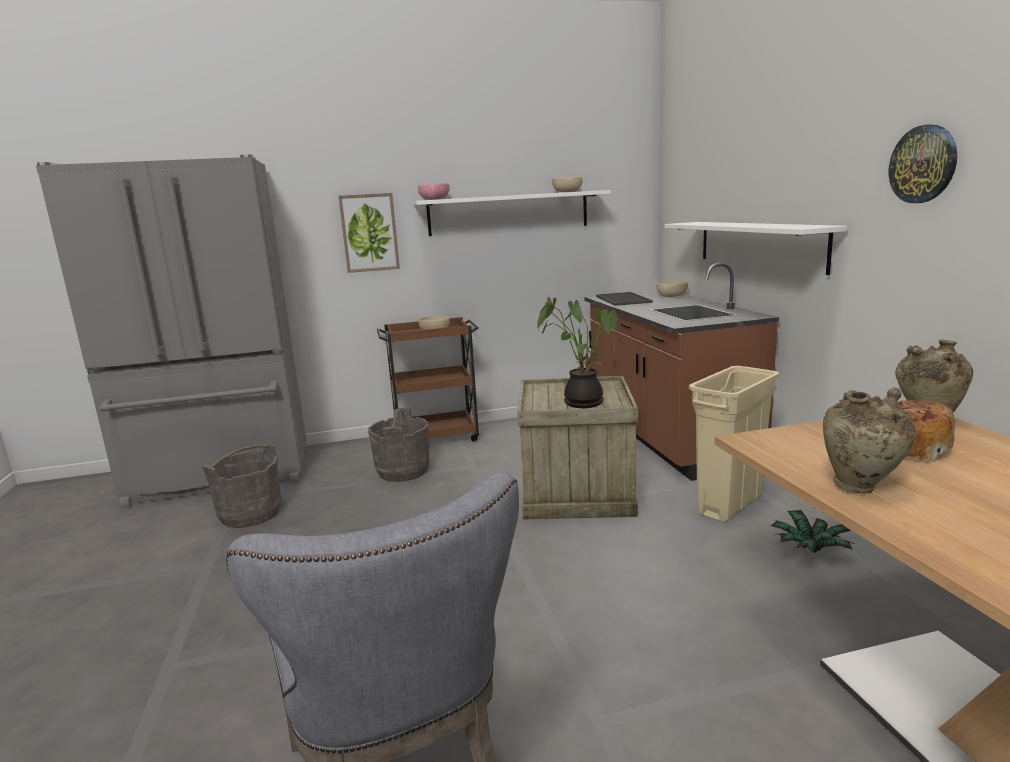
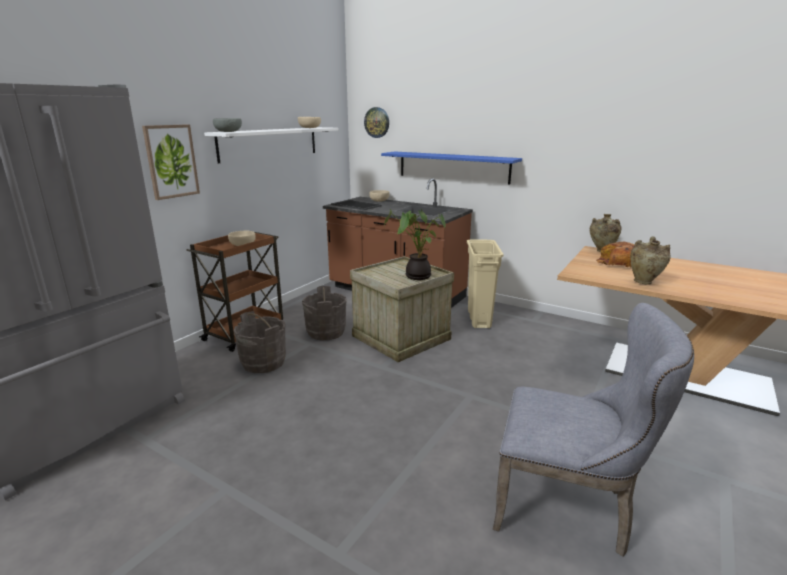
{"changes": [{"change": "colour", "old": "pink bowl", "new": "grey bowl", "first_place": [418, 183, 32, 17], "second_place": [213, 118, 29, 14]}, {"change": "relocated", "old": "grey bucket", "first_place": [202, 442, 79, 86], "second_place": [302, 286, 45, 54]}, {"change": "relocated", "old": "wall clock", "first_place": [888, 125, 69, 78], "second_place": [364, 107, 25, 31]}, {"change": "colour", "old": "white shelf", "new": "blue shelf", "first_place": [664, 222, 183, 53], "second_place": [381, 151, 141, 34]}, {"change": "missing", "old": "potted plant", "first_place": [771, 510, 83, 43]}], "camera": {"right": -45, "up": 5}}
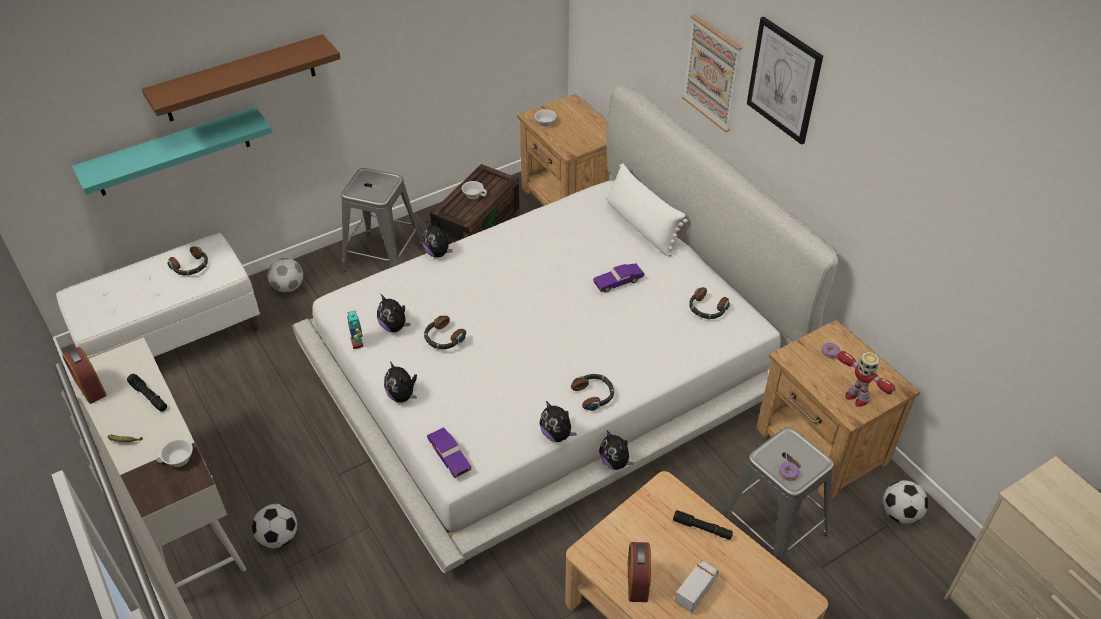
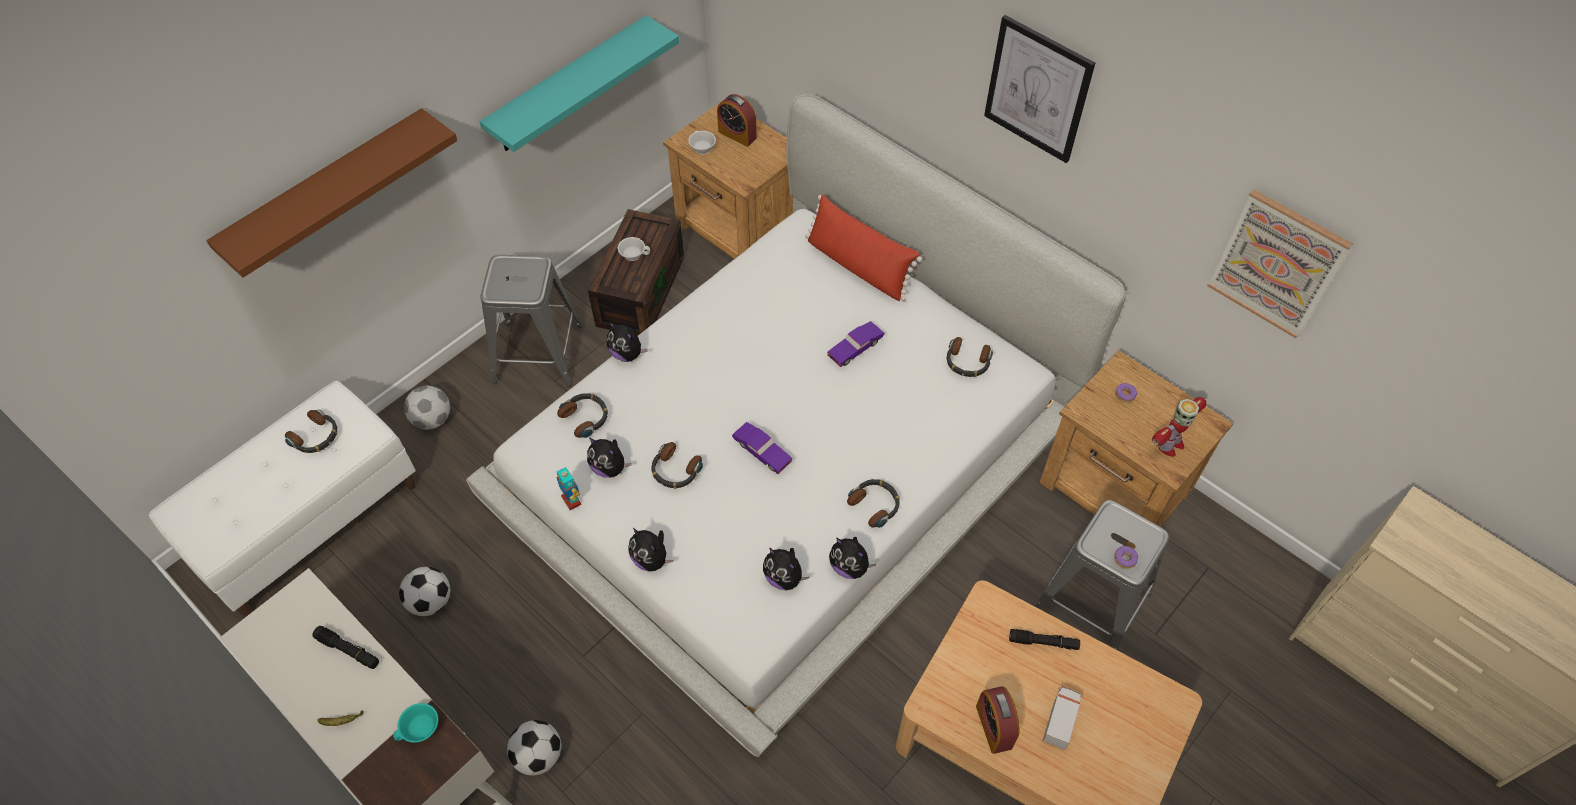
{"changes": [{"change": "colour", "old": "white cup", "new": "turquoise cup", "first_place": [156, 439, 37, 28], "second_place": [393, 703, 45, 40]}, {"change": "relocated", "old": "football", "first_place": [883, 480, 45, 44], "second_place": [399, 567, 51, 49]}, {"change": "relocated", "old": "turquoise shelf", "first_place": [72, 107, 200, 89], "second_place": [479, 15, 201, 137]}, {"change": "appeared", "new": "headphones", "second_place": [557, 393, 51, 45]}, {"change": "relocated", "old": "alarm clock", "first_place": [62, 347, 45, 57], "second_place": [717, 94, 40, 53]}, {"change": "relocated", "old": "purple toy car", "first_place": [427, 427, 44, 51], "second_place": [732, 422, 60, 52]}, {"change": "relocated", "old": "plush toy", "first_place": [599, 430, 35, 40], "second_place": [763, 548, 46, 42]}, {"change": "colour", "old": "white pillow", "new": "red pillow", "first_place": [606, 163, 82, 93], "second_place": [805, 194, 117, 107]}, {"change": "spun", "old": "toy robot", "first_place": [837, 351, 59, 56], "second_place": [1152, 397, 55, 60], "degrees": -75}, {"change": "relocated", "old": "picture", "first_place": [682, 14, 60, 118], "second_place": [1207, 189, 146, 149]}], "camera": {"right": -15, "up": 10}}
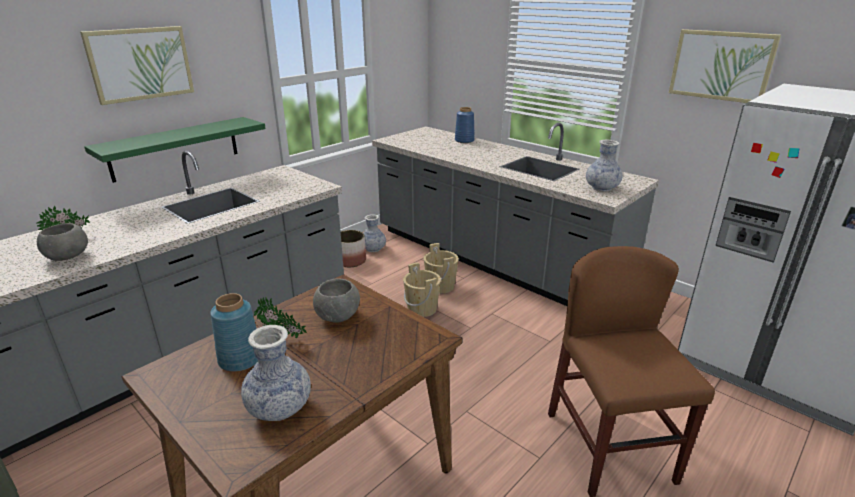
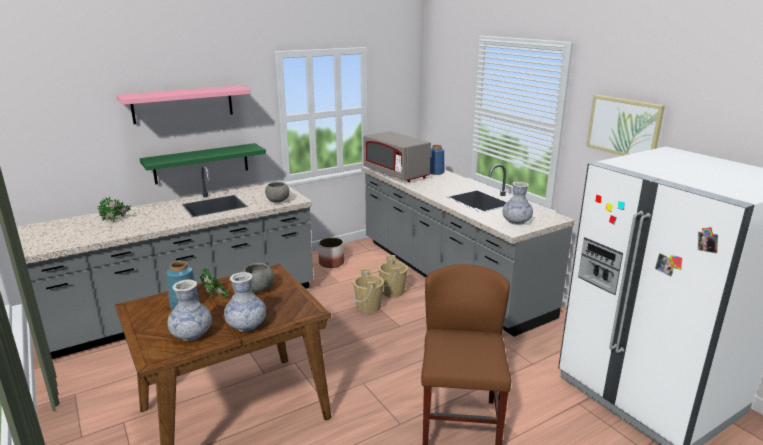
{"changes": [{"change": "exchanged", "old": "picture", "new": "pink shelf", "first_place": [80, 26, 114, 79], "second_place": [116, 85, 135, 39]}, {"change": "relocated", "old": "vase", "first_place": [364, 214, 22, 38], "second_place": [224, 272, 42, 60]}, {"change": "relocated", "old": "grey bowl", "first_place": [37, 223, 51, 38], "second_place": [265, 182, 25, 20]}, {"change": "appeared", "new": "grey microwave", "second_place": [363, 131, 68, 51]}], "camera": {"right": 15, "up": -5}}
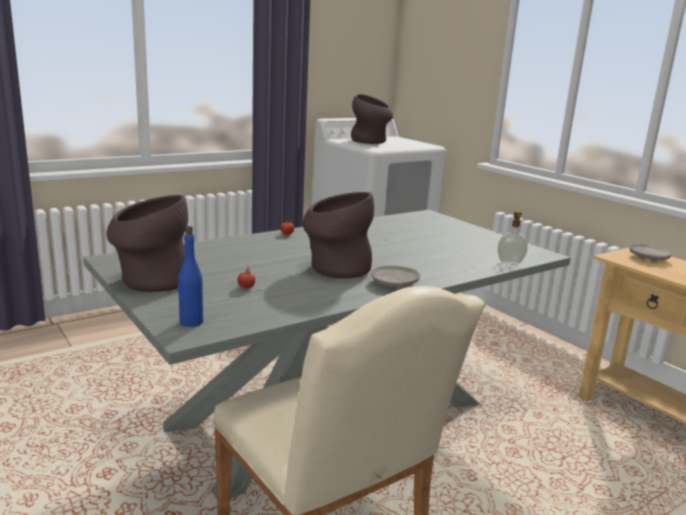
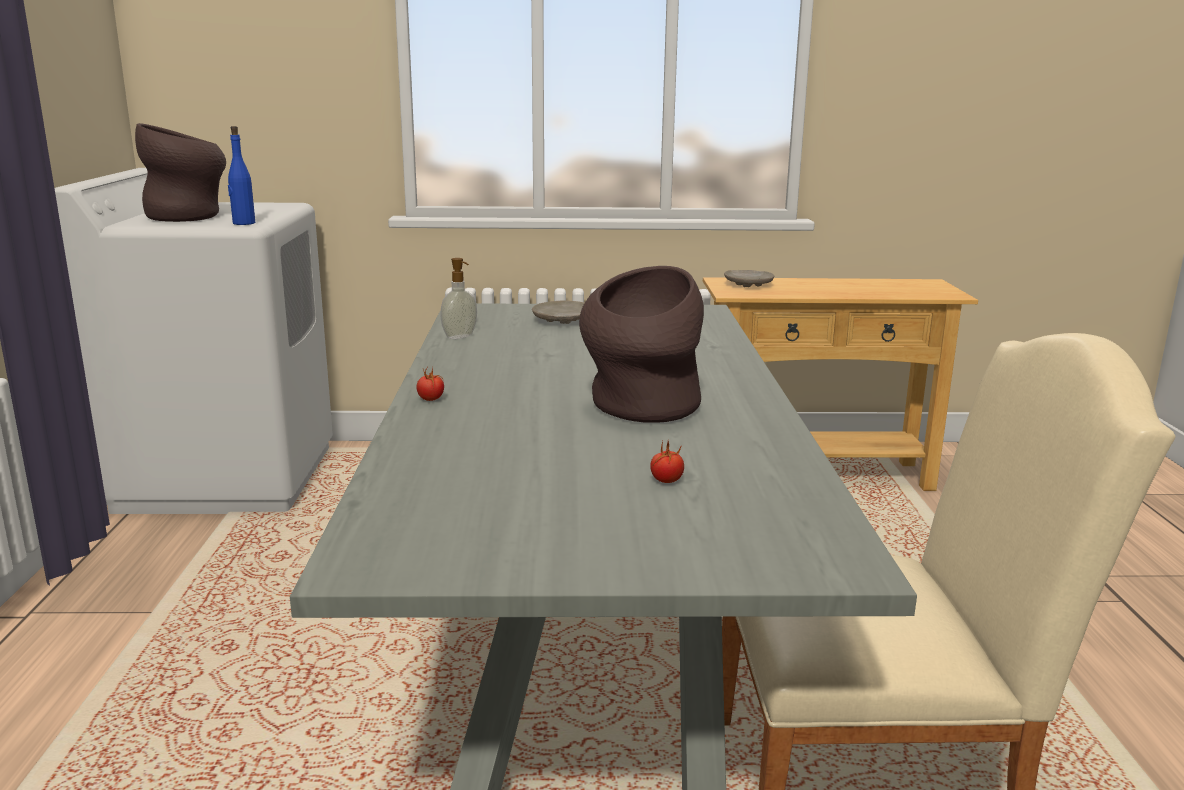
{"changes": [{"change": "relocated", "old": "blue bottle", "first_place": [177, 226, 26, 101], "second_place": [228, 126, 27, 99]}, {"change": "relocated", "old": "soap dispenser", "first_place": [498, 211, 30, 53], "second_place": [441, 258, 36, 81]}, {"change": "relocated", "old": "beige plate", "first_place": [371, 265, 49, 22], "second_place": [532, 300, 52, 24]}, {"change": "missing", "old": "brown vase", "first_place": [107, 195, 81, 97]}], "camera": {"right": -55, "up": 0}}
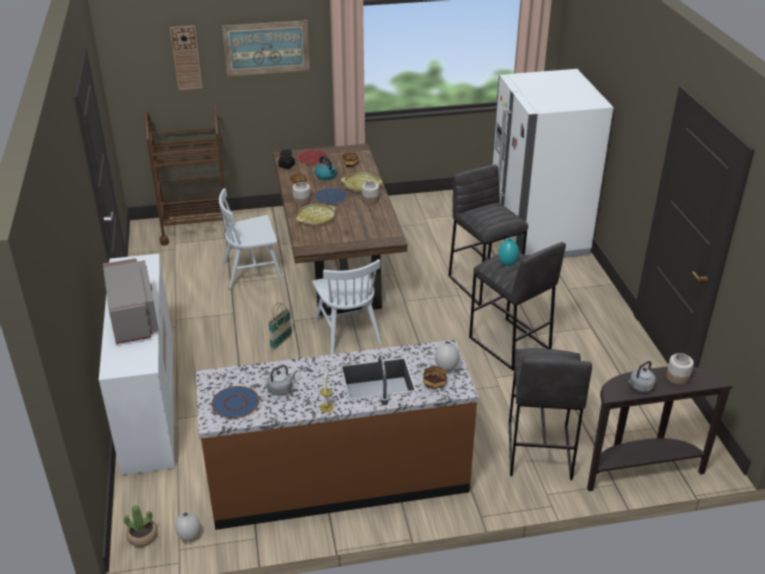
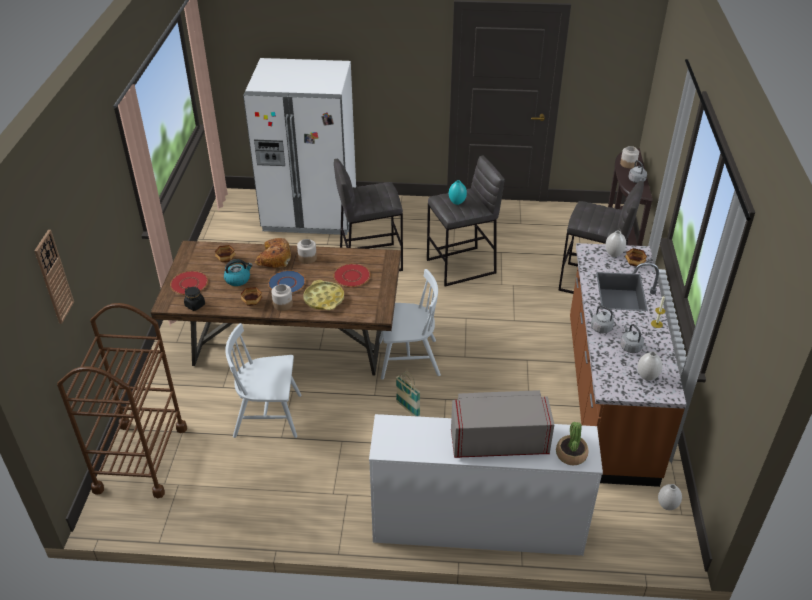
{"changes": [{"change": "spun", "old": "white chair", "first_place": [219, 188, 64, 101], "second_place": [225, 323, 77, 115], "degrees": 90}, {"change": "exchanged", "old": "yellow tray", "new": "bread", "first_place": [341, 172, 41, 20], "second_place": [255, 238, 36, 30]}, {"change": "appeared", "new": "red plate", "second_place": [334, 264, 37, 23]}, {"change": "relocated", "old": "potted plant", "first_place": [124, 505, 34, 42], "second_place": [556, 422, 33, 44]}, {"change": "appeared", "new": "grey kettle", "second_place": [589, 306, 25, 27]}, {"change": "exchanged", "old": "blue plate", "new": "white vase", "first_place": [211, 386, 48, 33], "second_place": [637, 352, 25, 29]}, {"change": "missing", "old": "picture", "first_place": [222, 20, 88, 57]}], "camera": {"right": -75, "up": 5}}
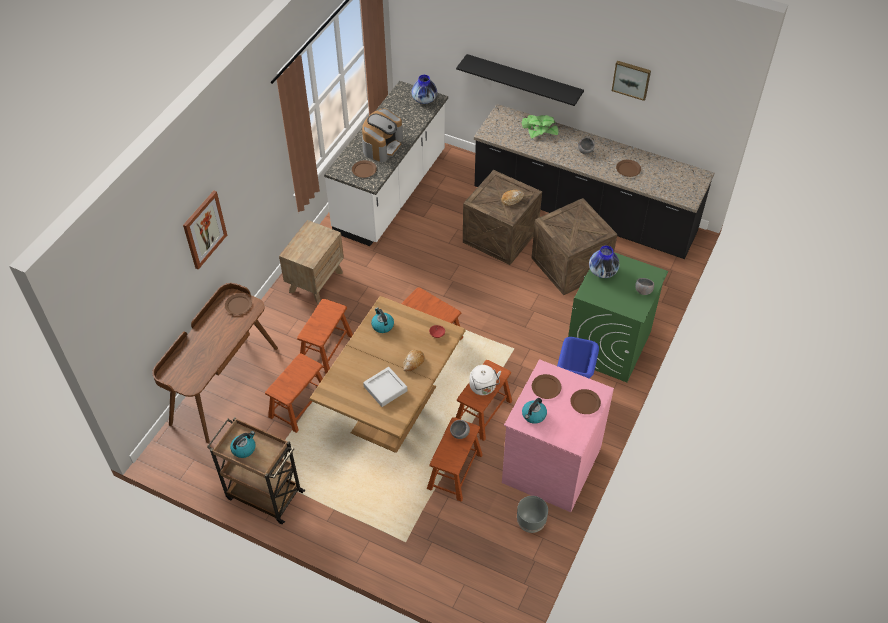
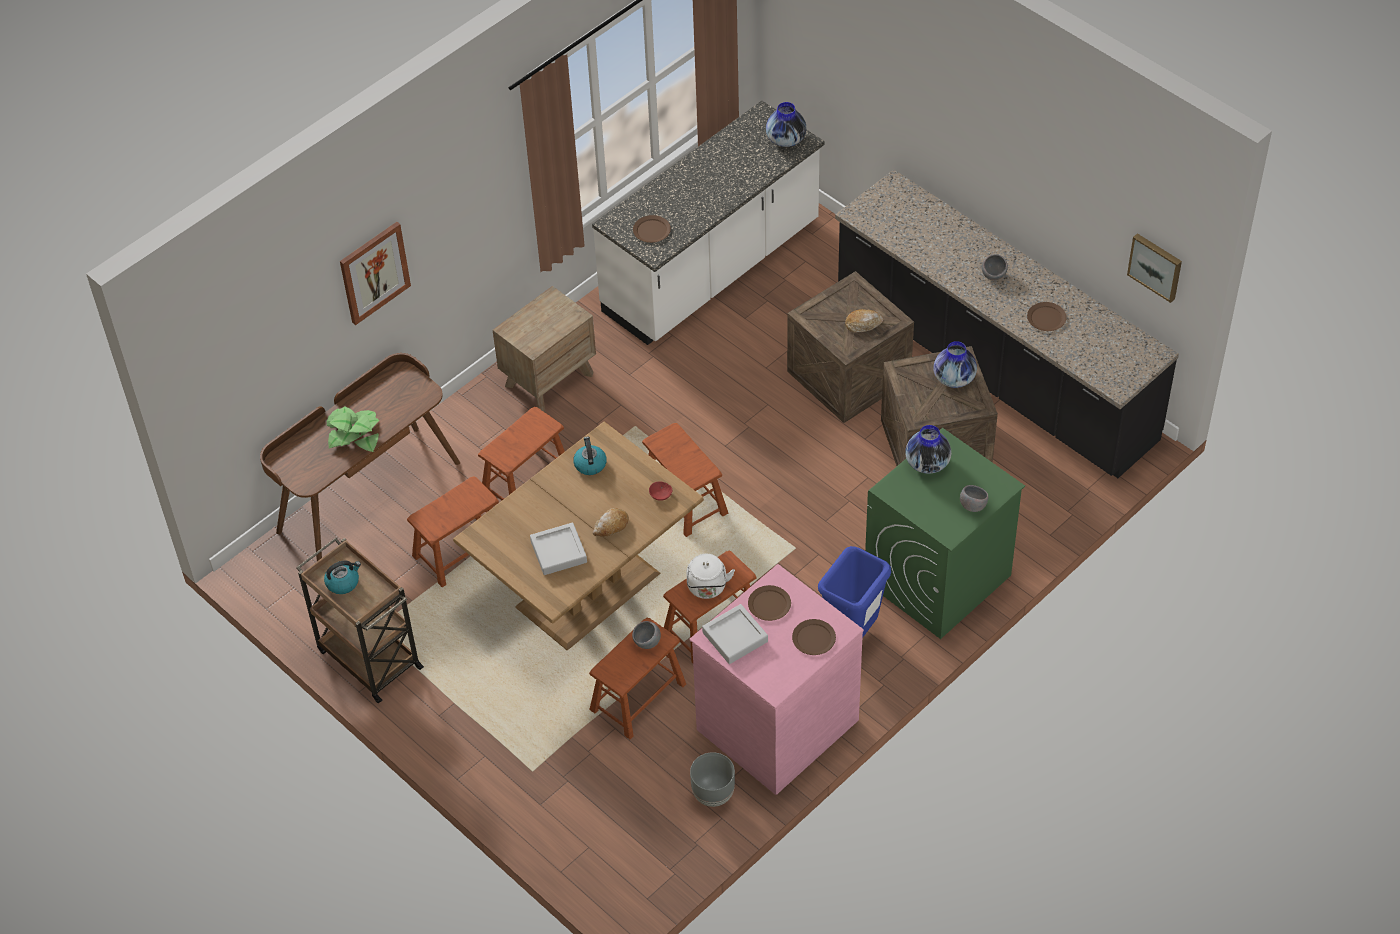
{"changes": [{"change": "relocated", "old": "potted plant", "first_place": [522, 115, 36, 24], "second_place": [327, 406, 52, 46]}, {"change": "exchanged", "old": "kettle", "new": "grey tray", "first_place": [522, 398, 25, 26], "second_place": [702, 604, 66, 60]}, {"change": "appeared", "new": "vase", "second_place": [933, 341, 44, 47]}, {"change": "relocated", "old": "picture", "first_place": [612, 61, 39, 40], "second_place": [1127, 233, 55, 70]}, {"change": "missing", "old": "brown plate", "first_place": [225, 294, 27, 21]}, {"change": "missing", "old": "coffee machine", "first_place": [362, 109, 41, 53]}, {"change": "missing", "old": "black shelf", "first_place": [456, 54, 128, 52]}], "camera": {"right": 20, "up": 0}}
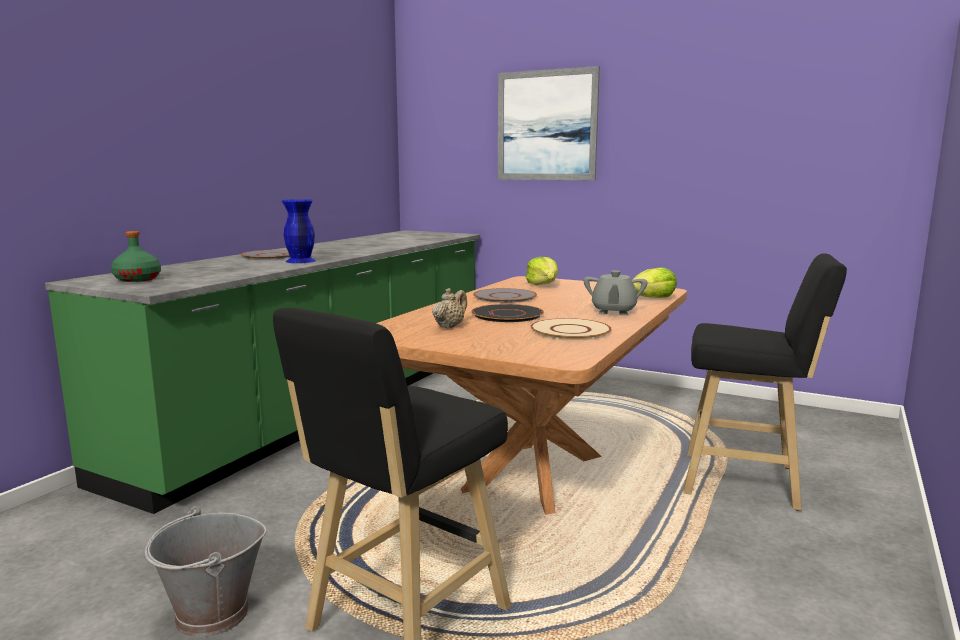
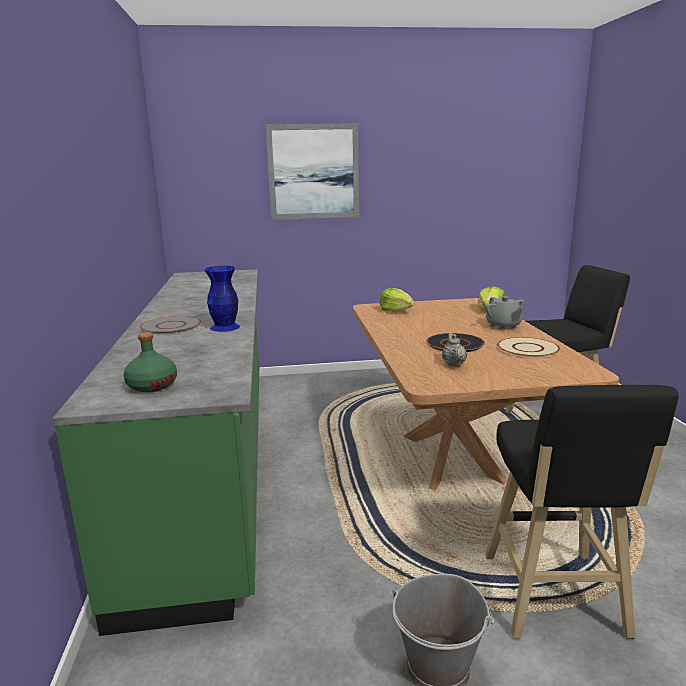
{"changes": [{"change": "missing", "old": "grey plate", "first_place": [473, 288, 64, 15]}], "camera": {"right": -35, "up": 5}}
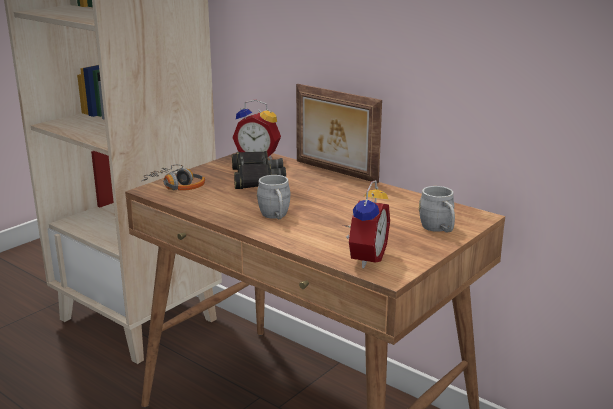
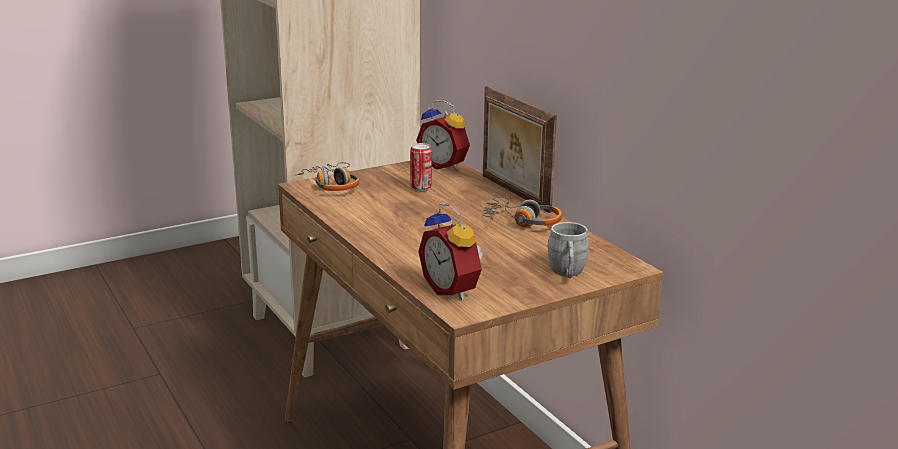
{"changes": [{"change": "exchanged", "old": "black binoculars", "new": "can", "first_place": [232, 151, 54, 38], "second_place": [410, 143, 22, 48]}, {"change": "spun", "old": "alarm clock", "first_place": [344, 180, 46, 89], "second_place": [418, 203, 65, 98], "degrees": 105}, {"change": "appeared", "new": "headphones", "second_place": [483, 197, 79, 30]}, {"change": "missing", "old": "grey mug", "first_place": [257, 175, 33, 44]}], "camera": {"right": 20, "up": 0}}
